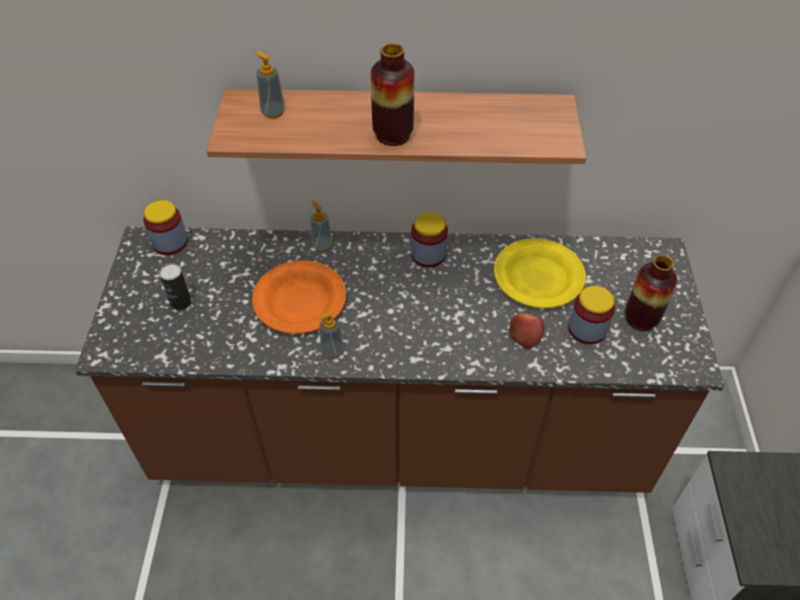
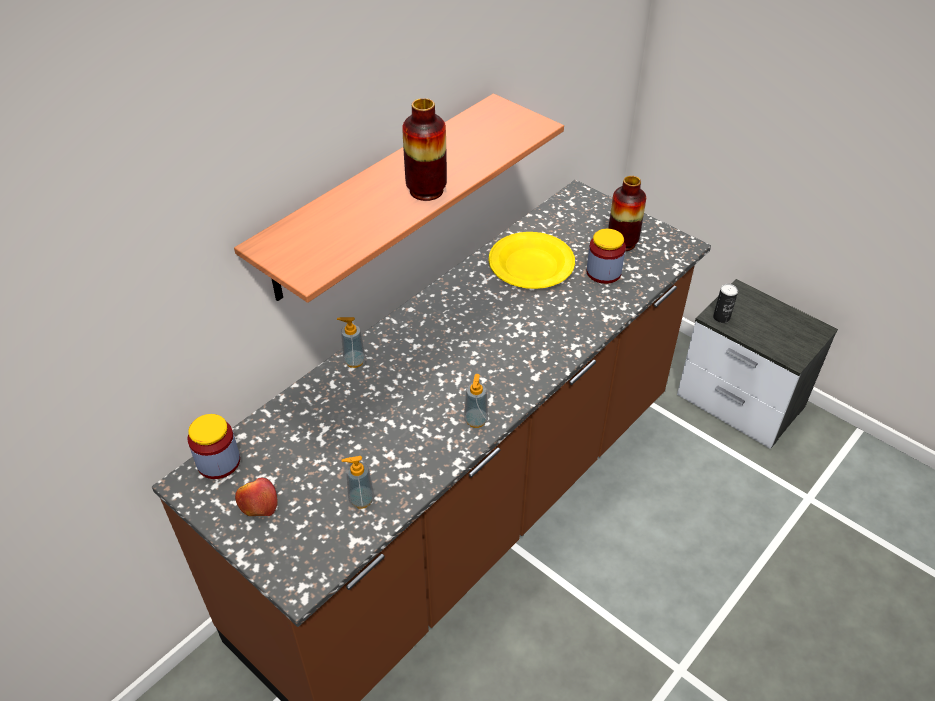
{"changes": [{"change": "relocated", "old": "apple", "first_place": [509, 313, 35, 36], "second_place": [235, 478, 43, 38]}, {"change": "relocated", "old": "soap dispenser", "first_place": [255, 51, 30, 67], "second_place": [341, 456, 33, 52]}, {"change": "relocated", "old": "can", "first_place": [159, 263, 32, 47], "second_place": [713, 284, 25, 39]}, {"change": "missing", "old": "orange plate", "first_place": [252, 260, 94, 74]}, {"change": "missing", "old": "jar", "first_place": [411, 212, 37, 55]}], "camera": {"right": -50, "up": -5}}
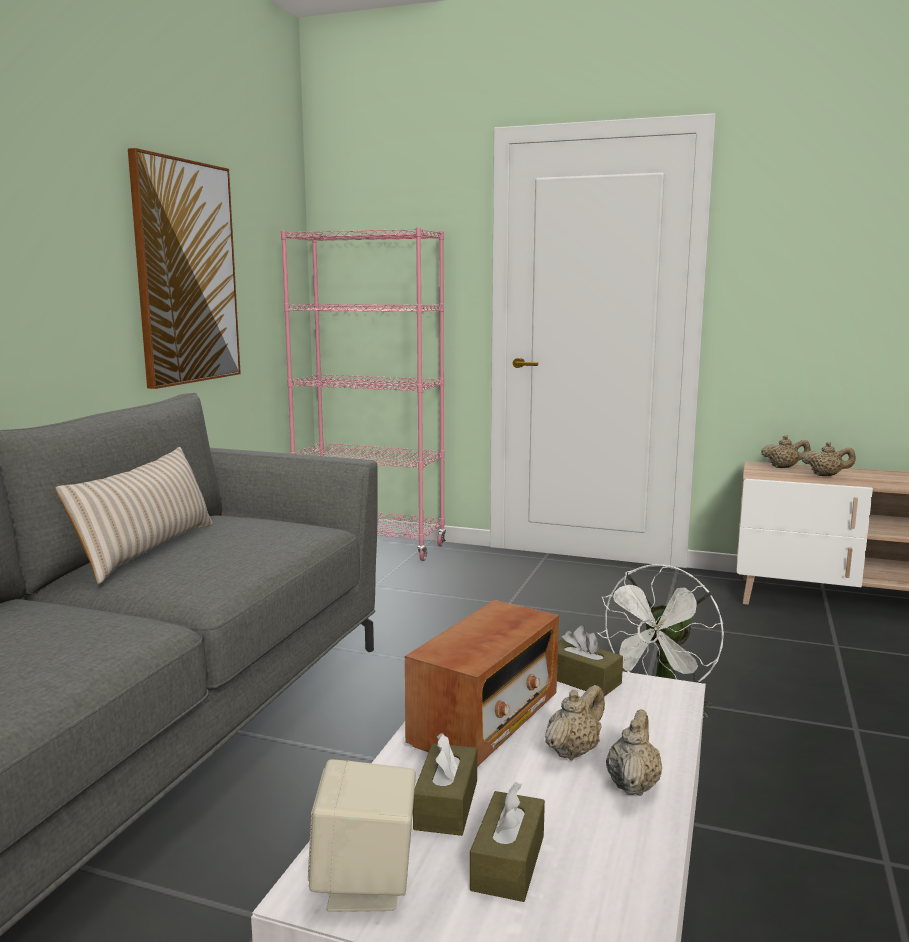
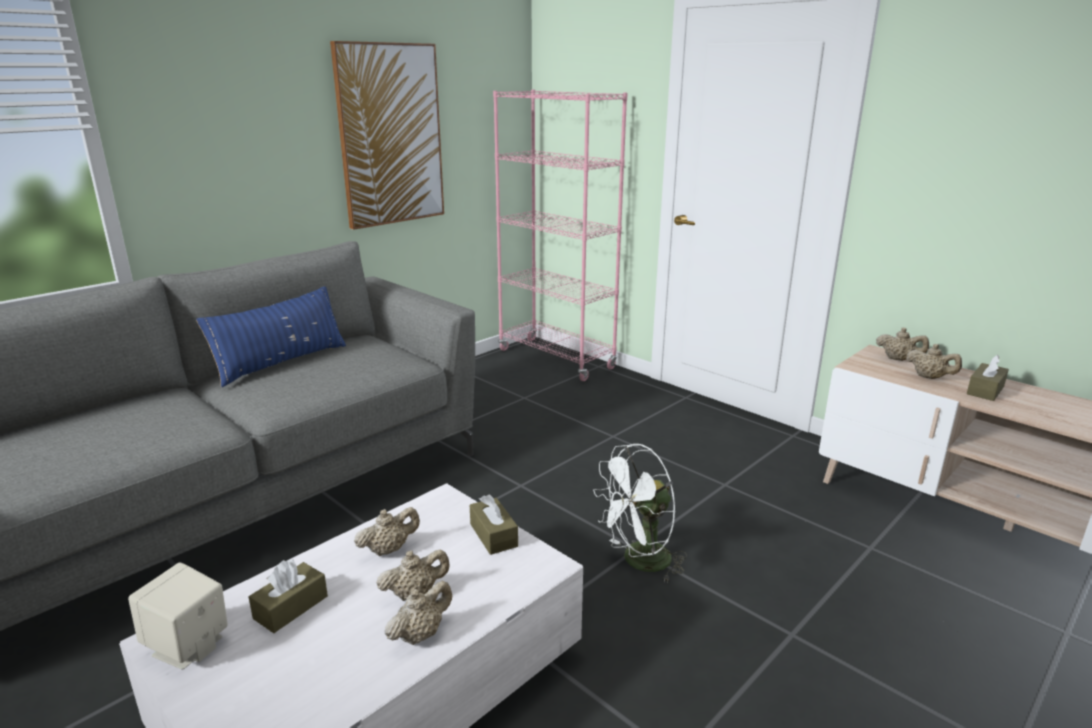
{"changes": [{"change": "colour", "old": "beige pillow", "new": "blue pillow", "first_place": [55, 447, 158, 137], "second_place": [196, 287, 150, 100]}, {"change": "exchanged", "old": "radio", "new": "beige teapot", "first_place": [405, 600, 154, 167], "second_place": [354, 507, 66, 49]}, {"change": "relocated", "old": "brown tissue box", "first_place": [470, 781, 75, 121], "second_place": [967, 355, 42, 46]}], "camera": {"right": 25, "up": 10}}
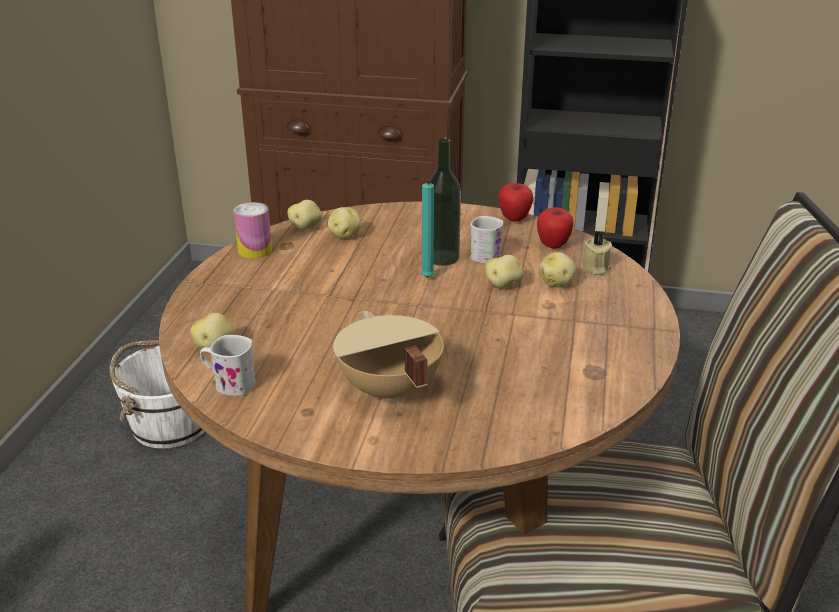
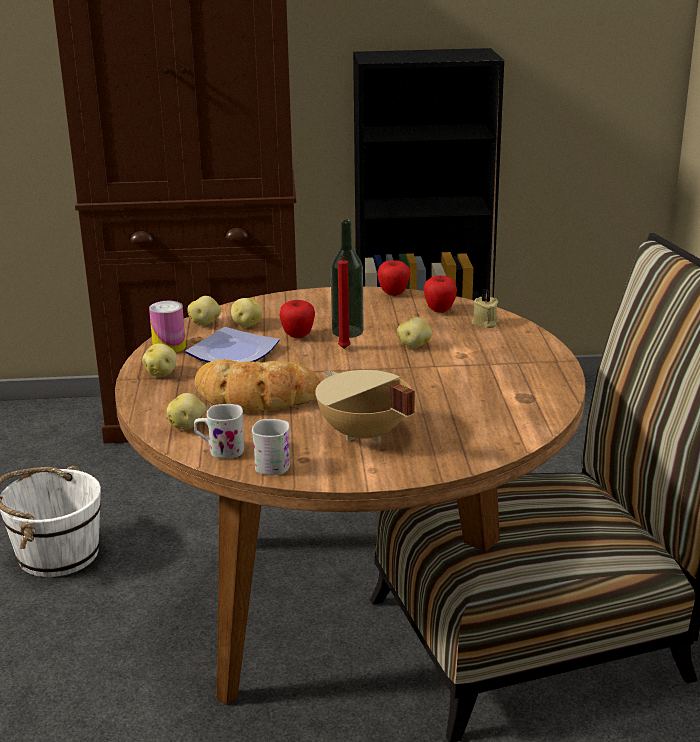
{"changes": [{"change": "relocated", "old": "potato", "first_place": [539, 252, 37, 35], "second_place": [142, 343, 35, 34]}, {"change": "appeared", "new": "plate", "second_place": [185, 327, 95, 35]}, {"change": "appeared", "new": "bread", "second_place": [195, 359, 125, 53]}, {"change": "relocated", "old": "white mug", "first_place": [470, 216, 33, 48], "second_place": [252, 419, 38, 56]}, {"change": "appeared", "new": "apple", "second_place": [279, 300, 36, 38]}, {"change": "colour", "old": "turquoise candle", "new": "red candle", "first_place": [421, 178, 14, 100], "second_place": [338, 255, 13, 94]}], "camera": {"right": -15, "up": -5}}
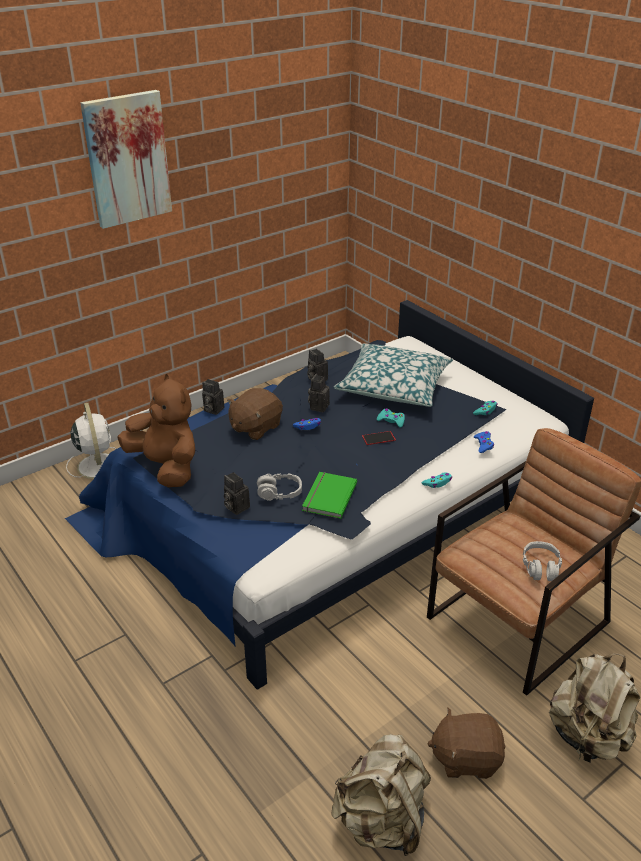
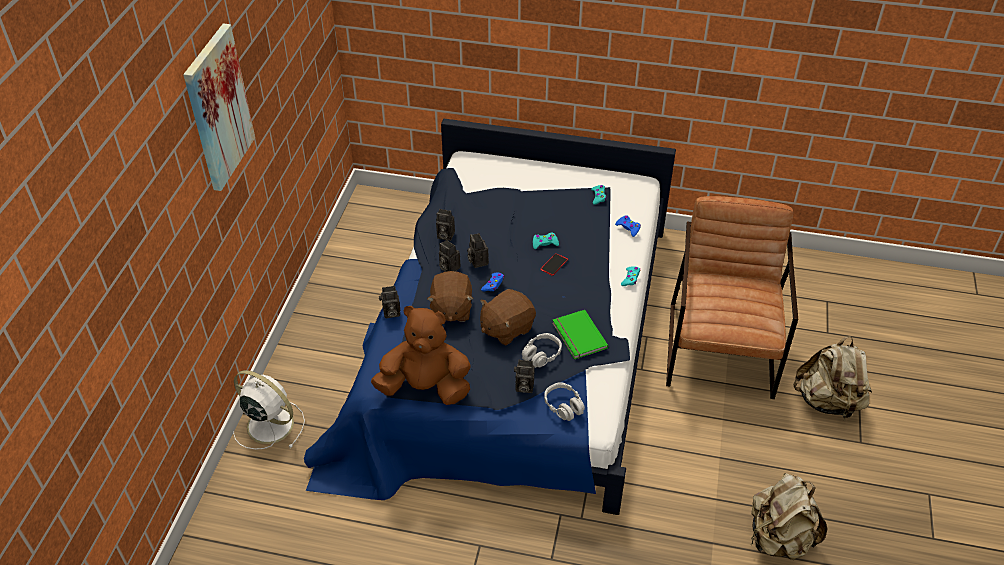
{"changes": [{"change": "appeared", "new": "photo camera", "second_place": [439, 240, 22, 32]}, {"change": "relocated", "old": "brown plush toy", "first_place": [427, 707, 78, 72], "second_place": [480, 289, 56, 56]}, {"change": "relocated", "old": "grey headphones", "first_place": [523, 541, 39, 40], "second_place": [544, 382, 41, 39]}, {"change": "missing", "old": "pillow", "first_place": [334, 343, 119, 64]}], "camera": {"right": -40, "up": 10}}
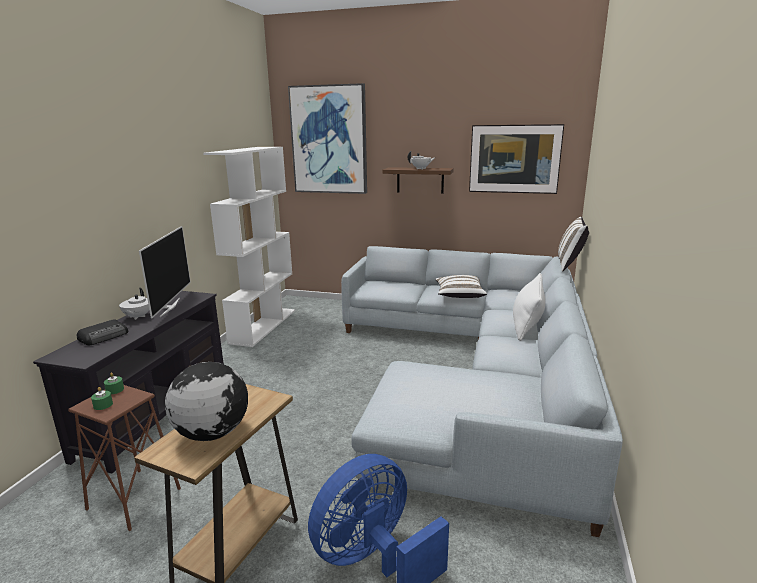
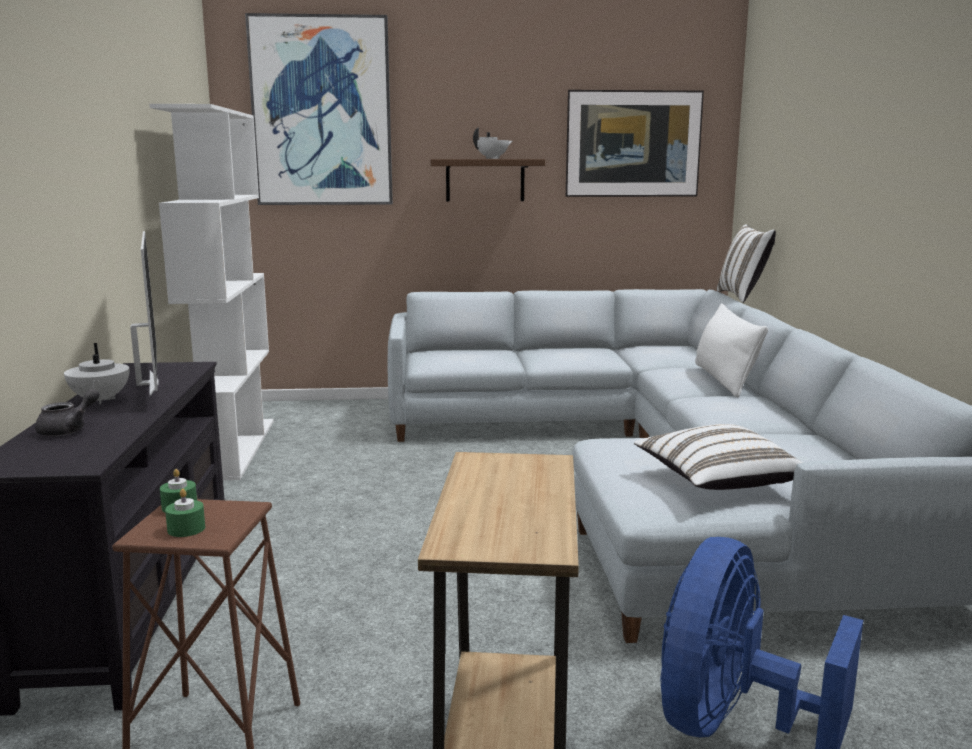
{"changes": [{"change": "exchanged", "old": "radio", "new": "grey teapot", "first_place": [77, 319, 51, 26], "second_place": [35, 389, 65, 47]}, {"change": "relocated", "old": "white pillow", "first_place": [435, 275, 52, 23], "second_place": [634, 424, 169, 66]}, {"change": "missing", "old": "globe", "first_place": [165, 362, 83, 79]}], "camera": {"right": -20, "up": -5}}
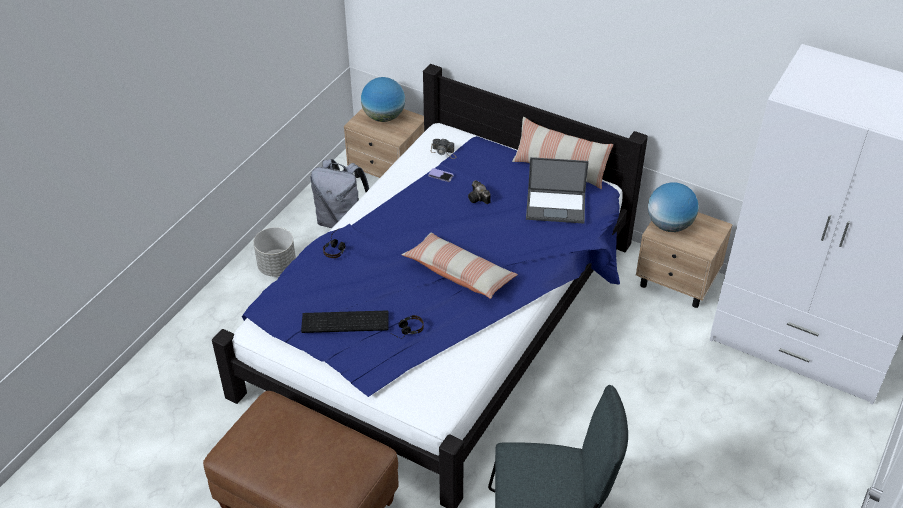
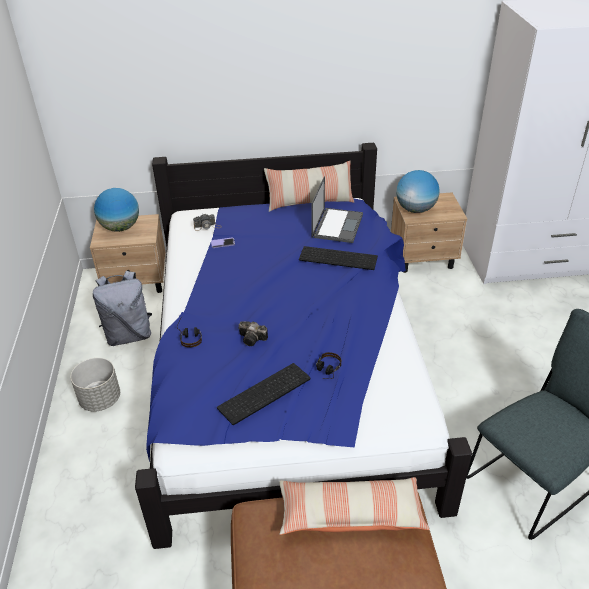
{"changes": [{"change": "relocated", "old": "photo camera", "first_place": [468, 180, 23, 24], "second_place": [238, 321, 30, 25]}, {"change": "relocated", "old": "pillow", "first_place": [401, 233, 117, 66], "second_place": [279, 477, 151, 58]}, {"change": "appeared", "new": "keyboard", "second_place": [299, 246, 79, 24]}, {"change": "spun", "old": "laptop", "first_place": [526, 157, 63, 67], "second_place": [311, 176, 52, 67], "degrees": -45}], "camera": {"right": -35, "up": -5}}
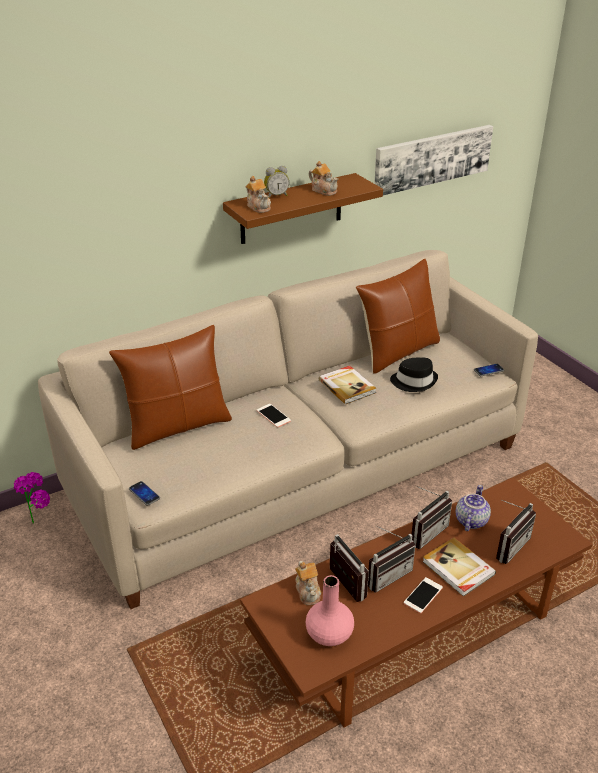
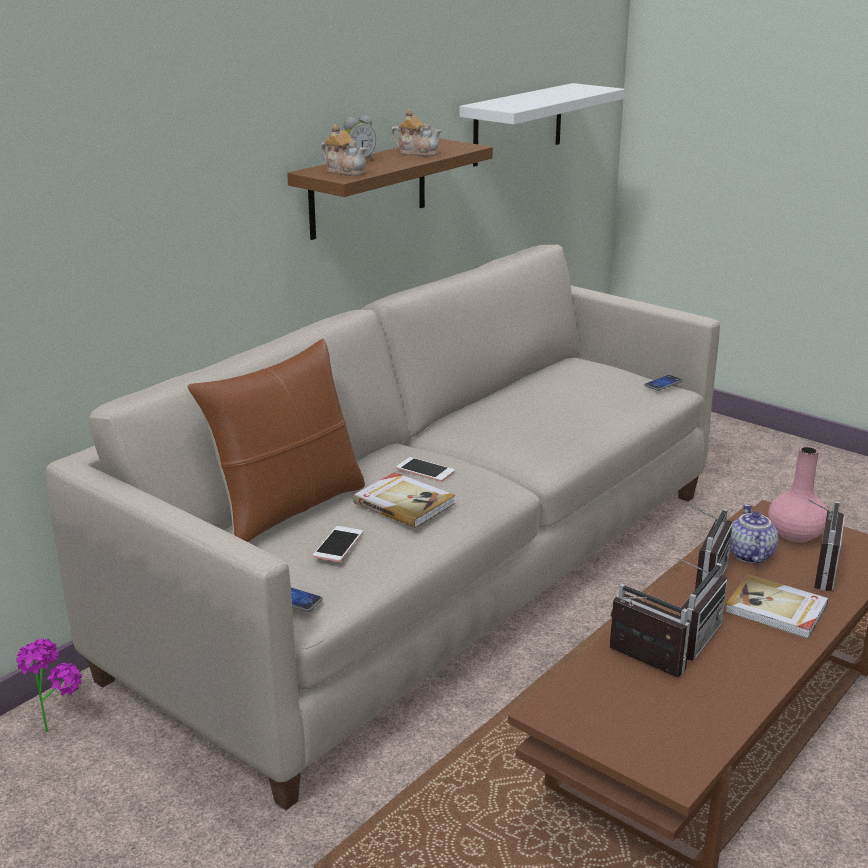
{"changes": [{"change": "relocated", "old": "phone", "first_place": [404, 577, 39, 36], "second_place": [313, 526, 50, 36]}, {"change": "relocated", "old": "book", "first_place": [319, 366, 58, 38], "second_place": [353, 472, 102, 56]}, {"change": "exchanged", "old": "picture", "new": "white shelf", "first_place": [374, 125, 119, 71], "second_place": [459, 83, 166, 84]}, {"change": "relocated", "old": "pink vase", "first_place": [305, 575, 49, 71], "second_place": [768, 446, 59, 97]}, {"change": "missing", "old": "teapot", "first_place": [295, 561, 26, 44]}, {"change": "missing", "old": "brown pillow", "first_place": [356, 258, 84, 116]}, {"change": "missing", "old": "black hat", "first_place": [390, 357, 48, 35]}], "camera": {"right": -20, "up": -10}}
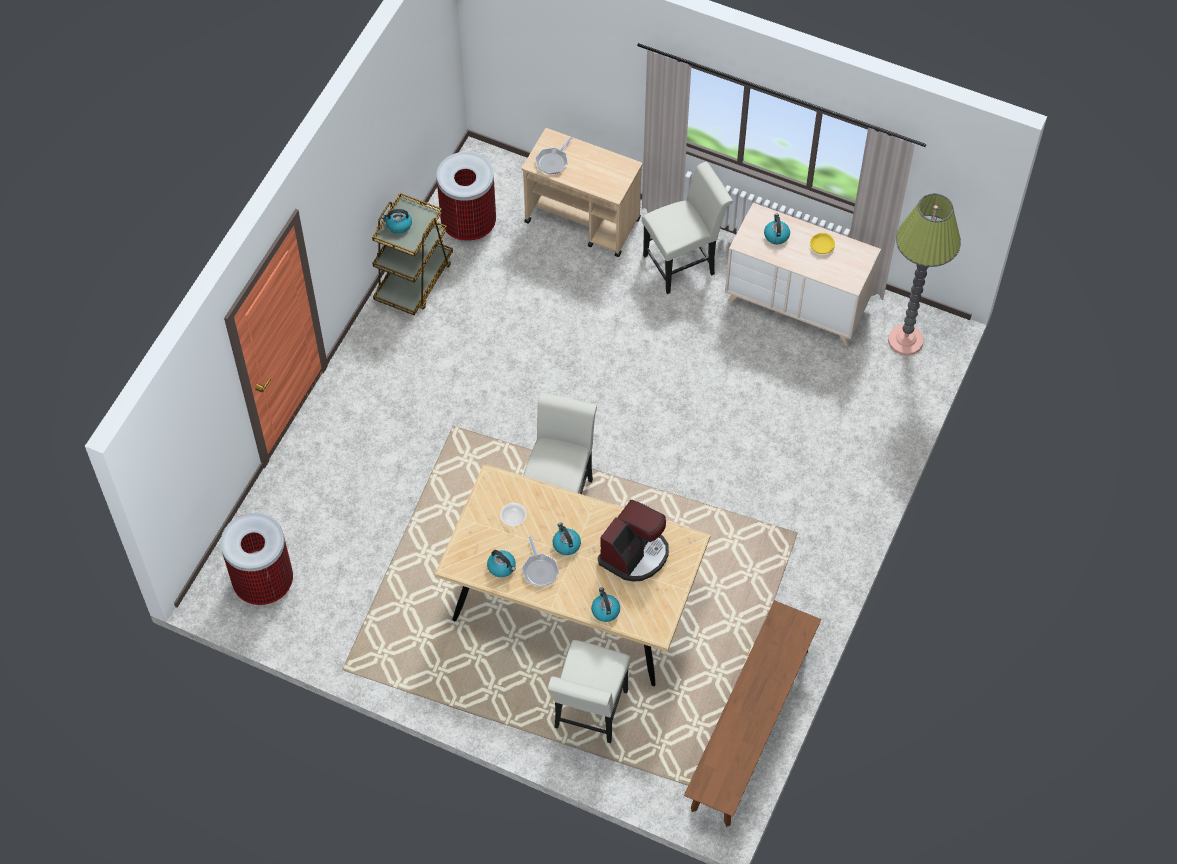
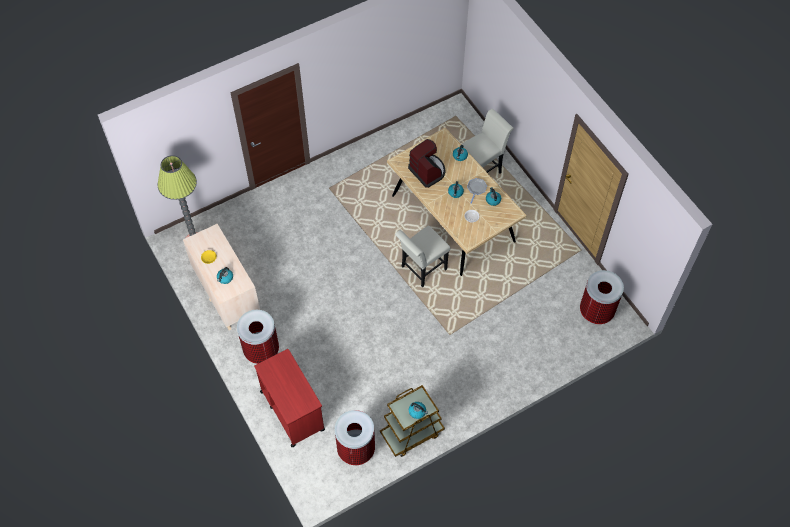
{"changes": [{"change": "exchanged", "old": "white chair", "new": "trash can", "first_place": [642, 162, 91, 132], "second_place": [237, 310, 42, 54]}, {"change": "colour", "old": "beige cart", "new": "red cart", "first_place": [522, 128, 120, 129], "second_place": [254, 349, 71, 98]}, {"change": "spun", "old": "coffee machine", "first_place": [598, 500, 71, 82], "second_place": [408, 139, 38, 49], "degrees": 75}, {"change": "missing", "old": "frying pan", "first_place": [536, 137, 36, 37]}, {"change": "missing", "old": "brown bench", "first_place": [684, 600, 137, 227]}], "camera": {"right": -145, "up": 0}}
